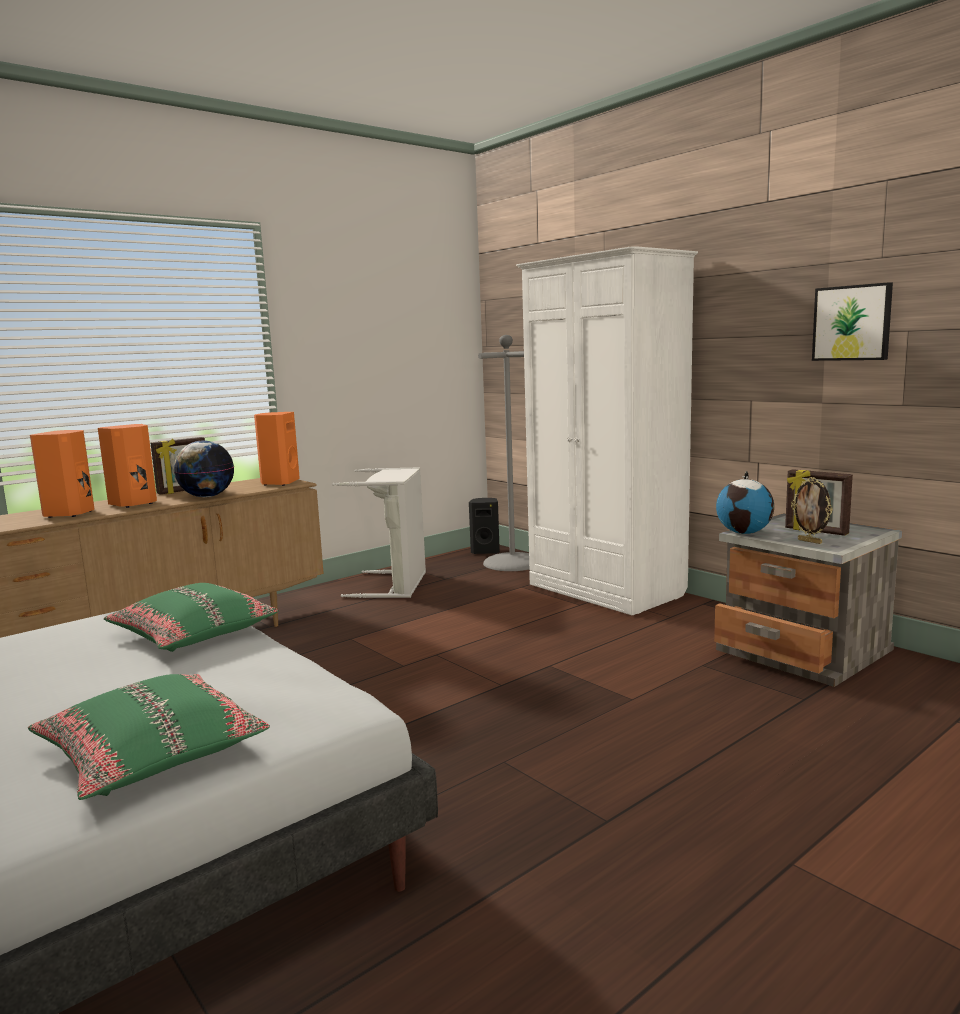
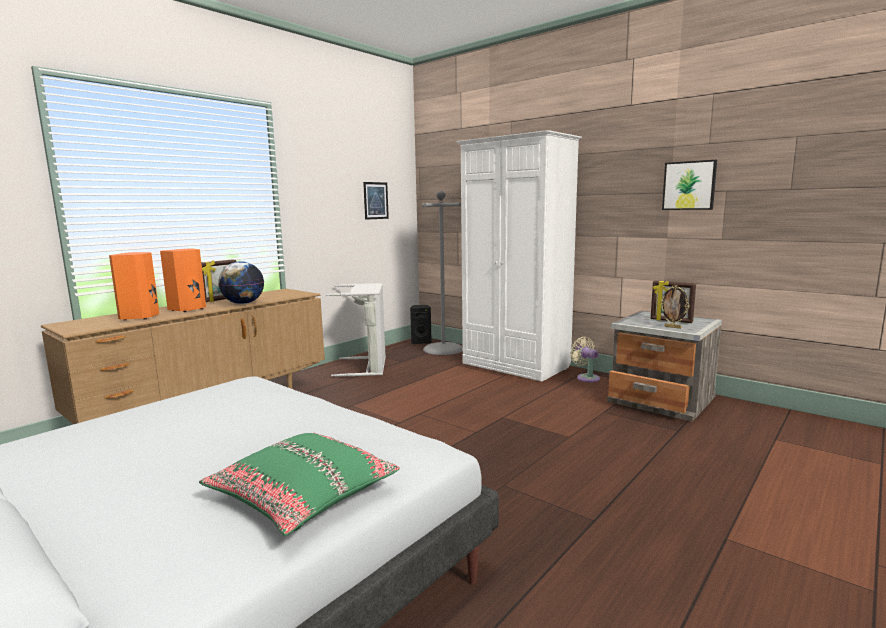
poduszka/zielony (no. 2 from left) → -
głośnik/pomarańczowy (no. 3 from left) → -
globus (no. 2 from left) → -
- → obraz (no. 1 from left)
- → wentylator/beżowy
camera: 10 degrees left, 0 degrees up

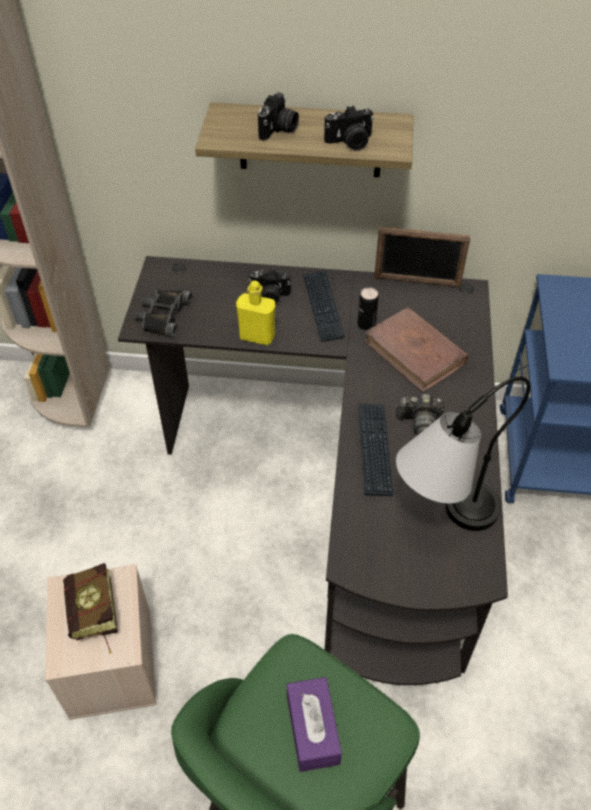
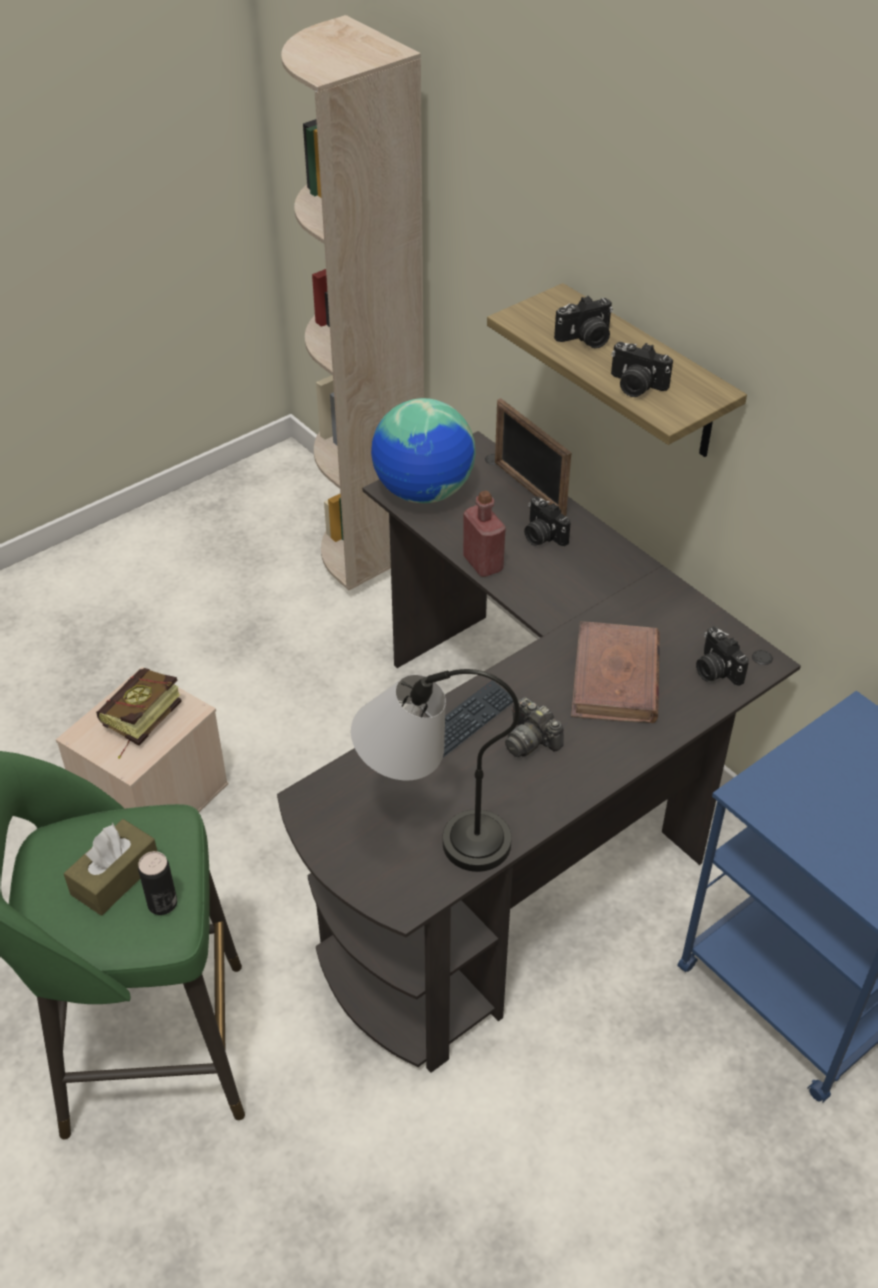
lornetka/czarny → globus
butelka/żółty → butelka/czerwony
pudełko chusteczek/fioletowy → pudełko chusteczek/brązowy
klawiatura (no. 1 from left) → -
puszka, shifted
ramka na zdjęcie, shifted
- → aparat fotograficzny (no. 5 from left)
camera: 45 degrees right, 5 degrees down

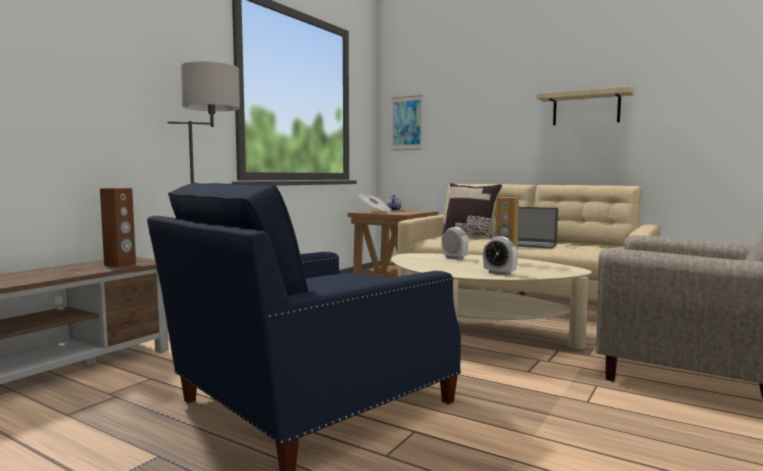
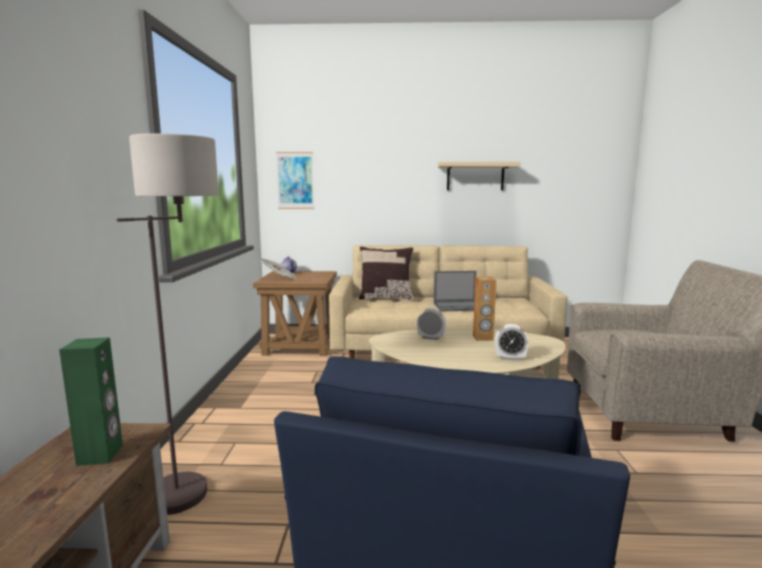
głośnik/brązowy (no. 1 from left) → głośnik/zielony
camera: 30 degrees left, 5 degrees up

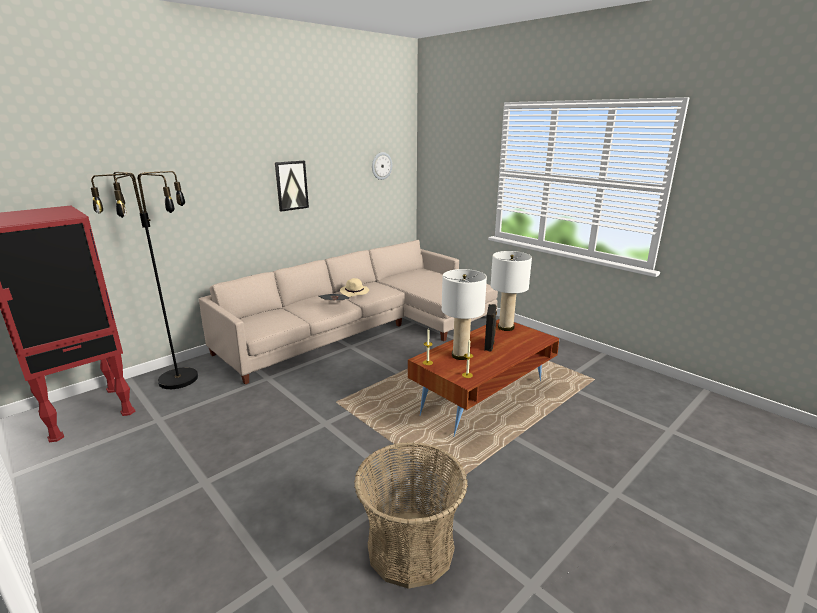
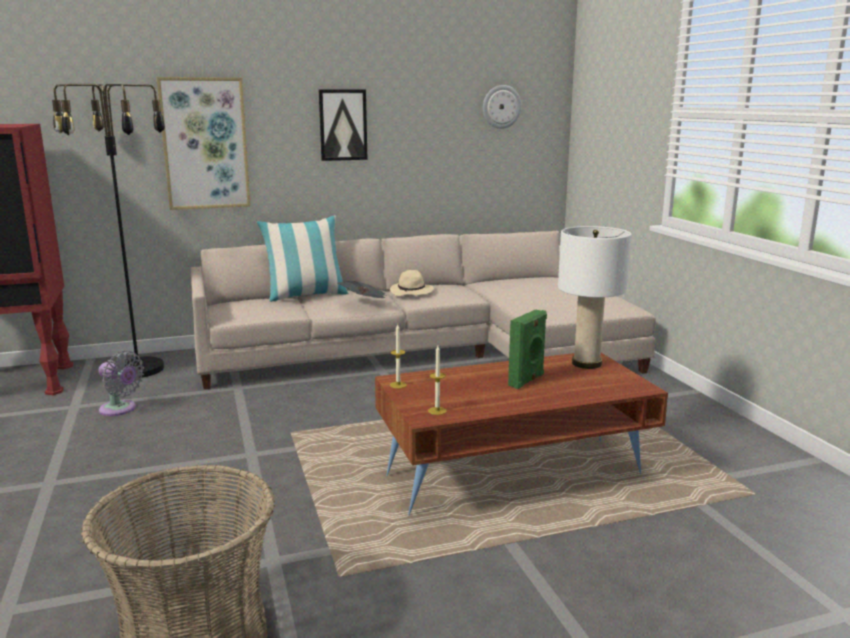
lampa stołowa/biały (no. 1 from left) → -
głośnik/czarny → głośnik/zielony
- → wentylator/szary
- → obraz (no. 1 from left)
- → poduszka
camera: 25 degrees right, 5 degrees down

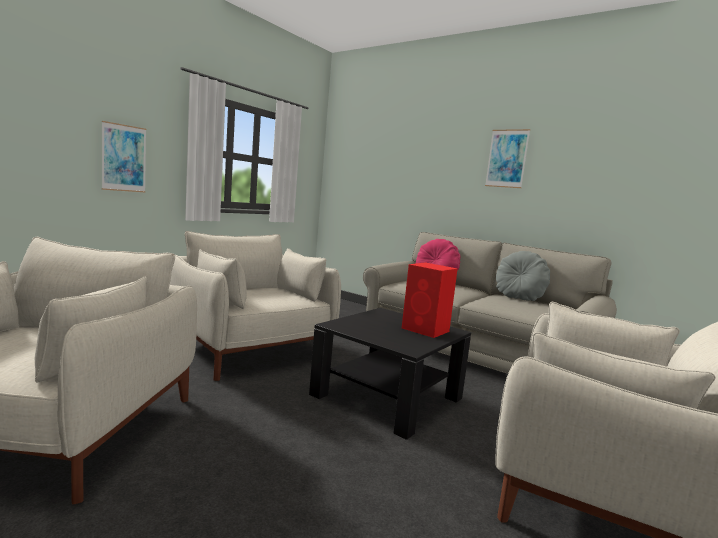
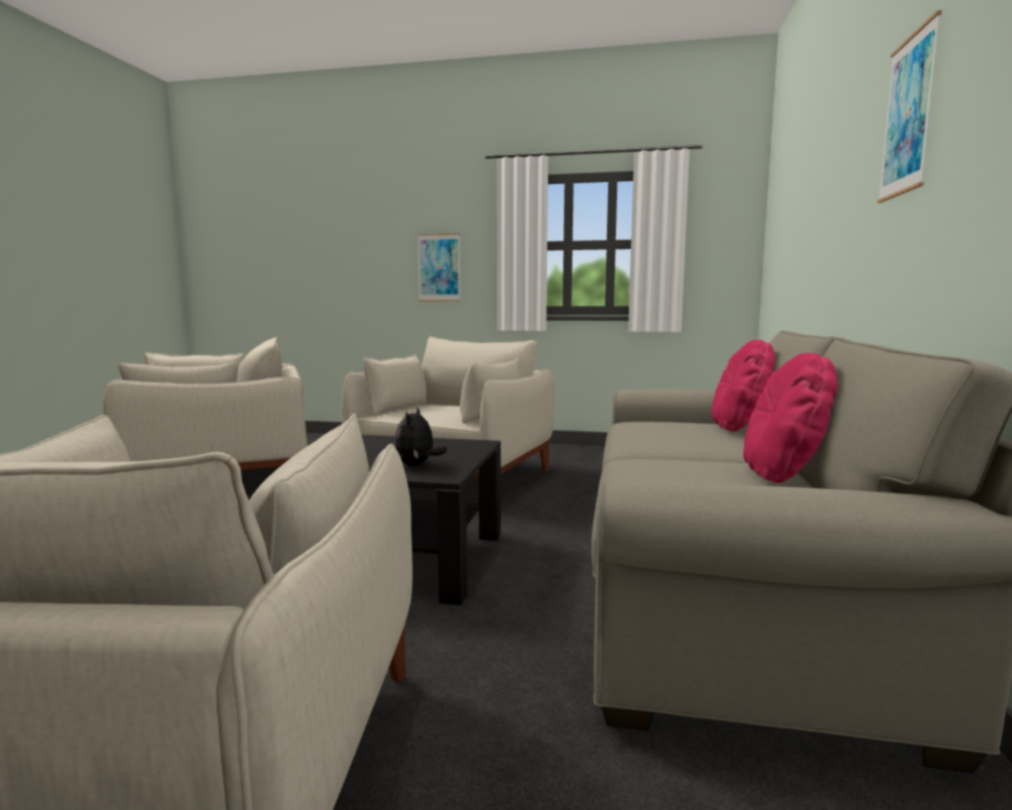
głośnik/czerwony → pluszak
poduszka/szary → poduszka/różowy (no. 2 from left)
camera: 65 degrees right, 0 degrees up

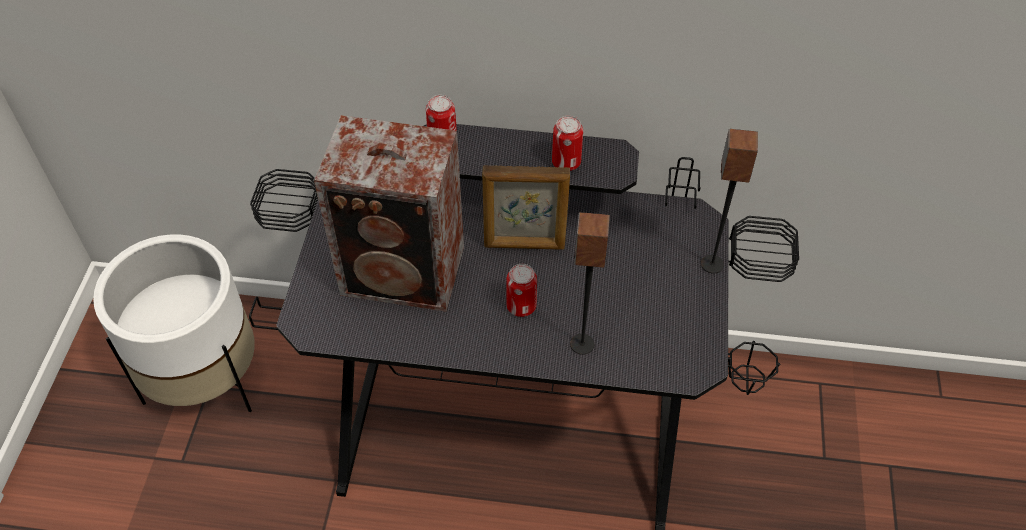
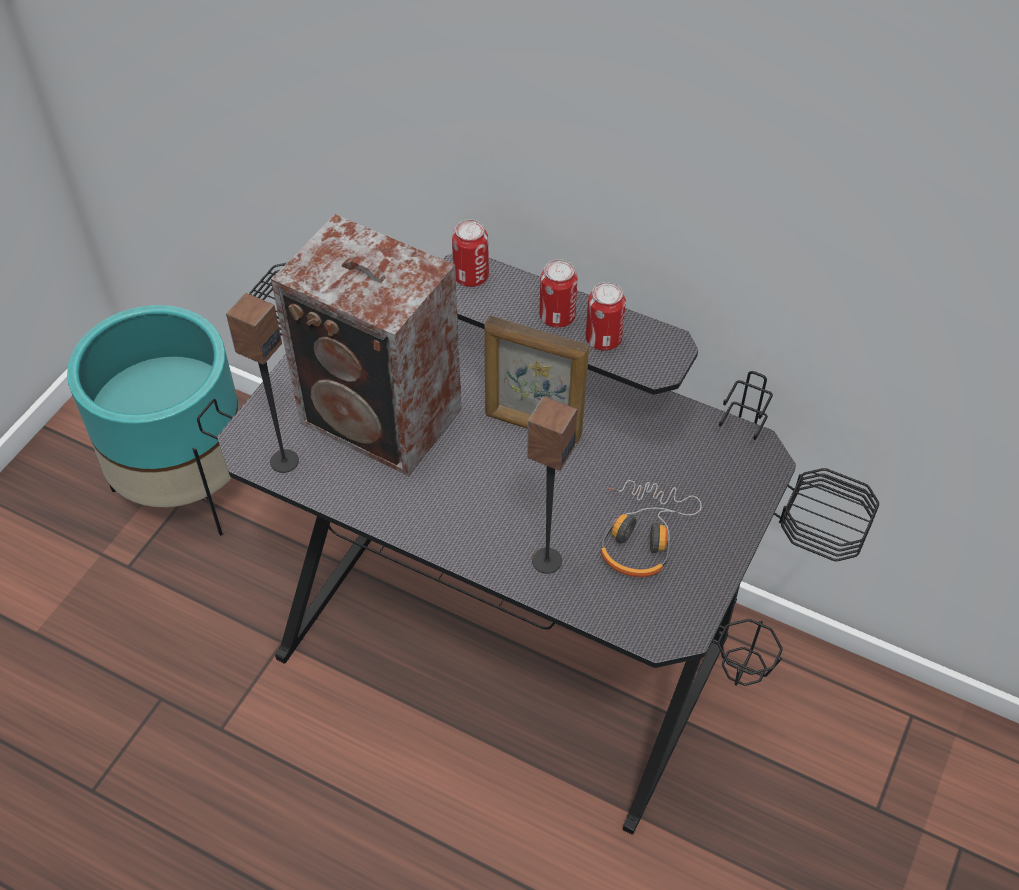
donica/biały → donica/turkusowy
puszka (no. 2 from left), shifted
głośnik (no. 3 from left in the first image) → głośnik (no. 1 from left), shifted
- → słuchawki
camera: 20 degrees right, 0 degrees up

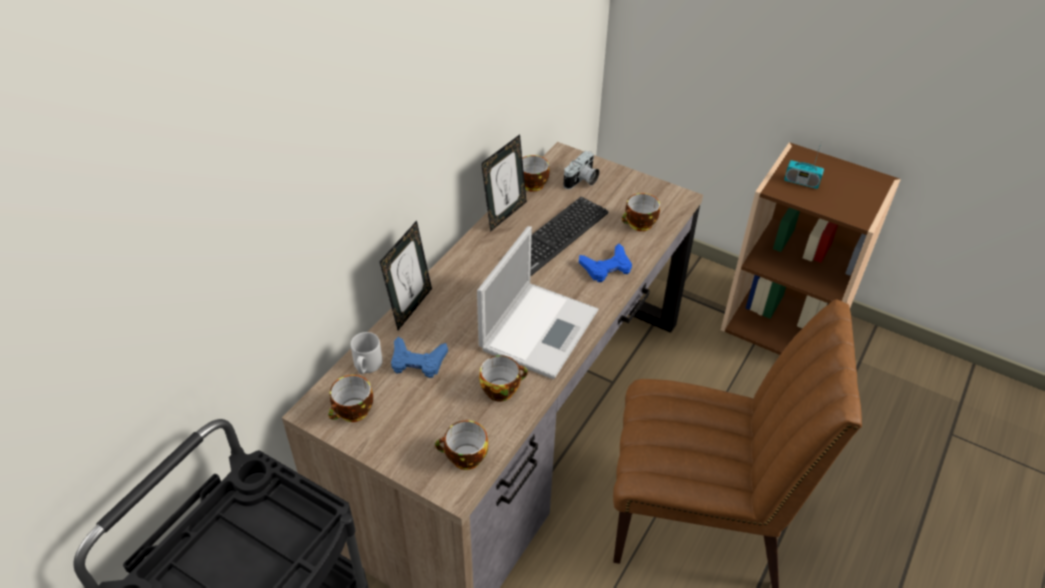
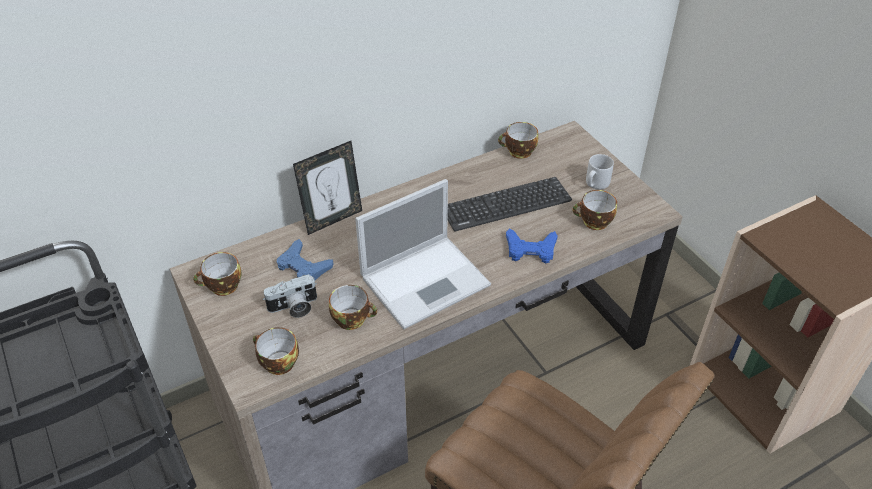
kubek/szary, shifted
ramka na zdjęcie (no. 2 from left) → -
aparat fotograficzny, shifted
radio → -
camera: 30 degrees right, 0 degrees up

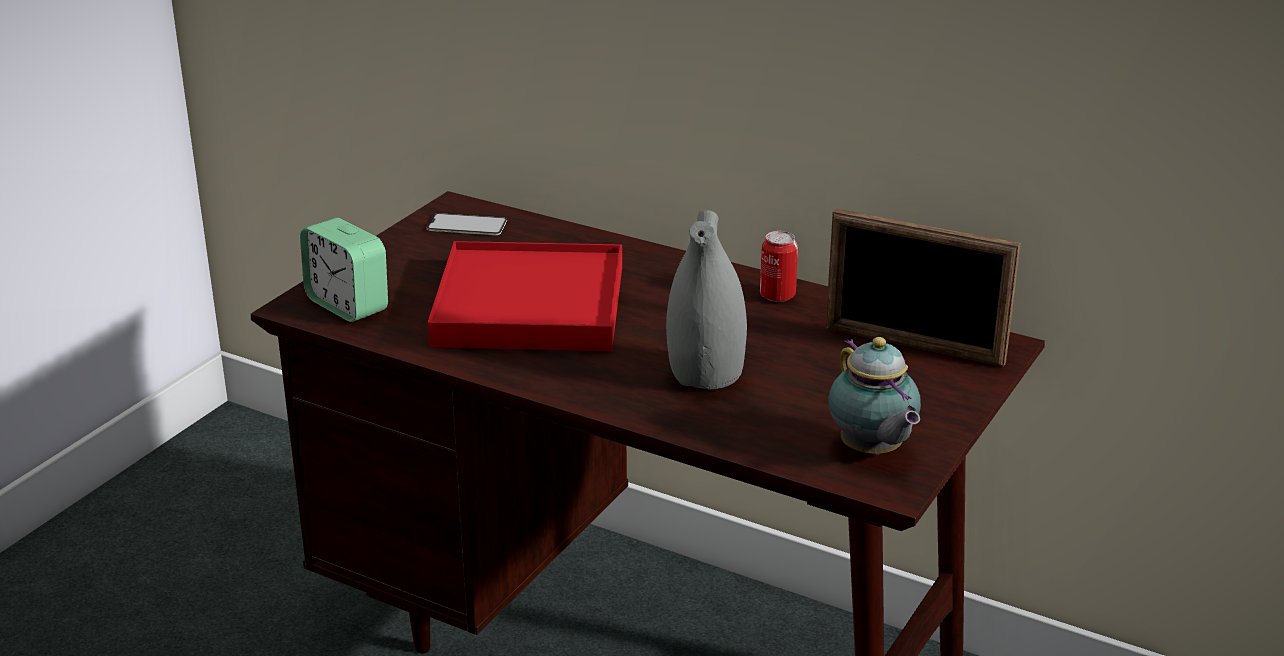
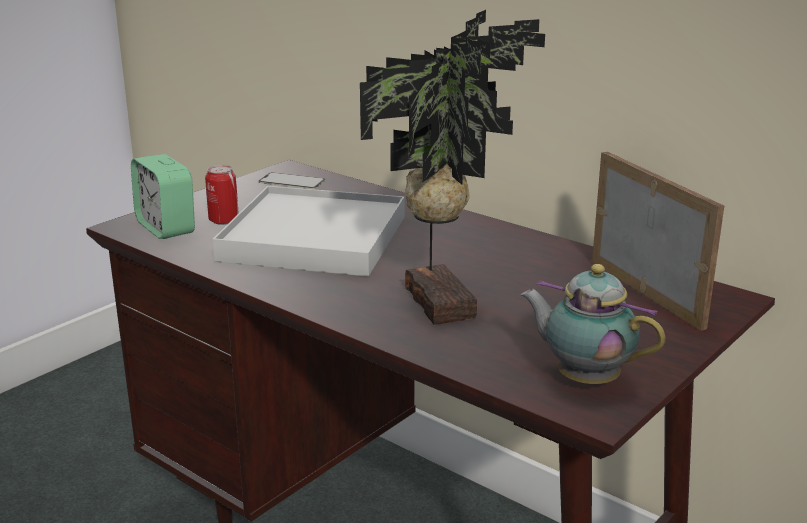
taca/czerwony → taca/biały
wazon/szary → roślina doniczkowa
puszka, shifted
ramka na zdjęcie, 150 degrees counterclockwise
imbryk, 135 degrees clockwise
camera: 10 degrees right, 5 degrees down

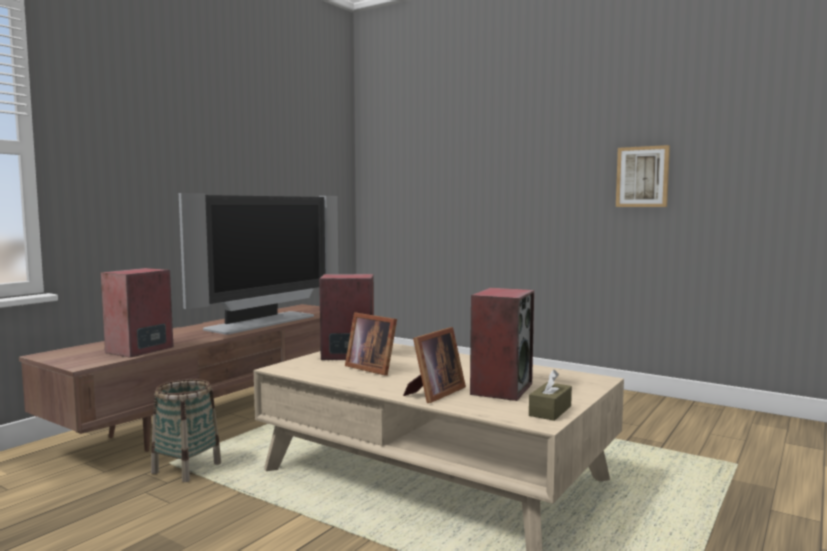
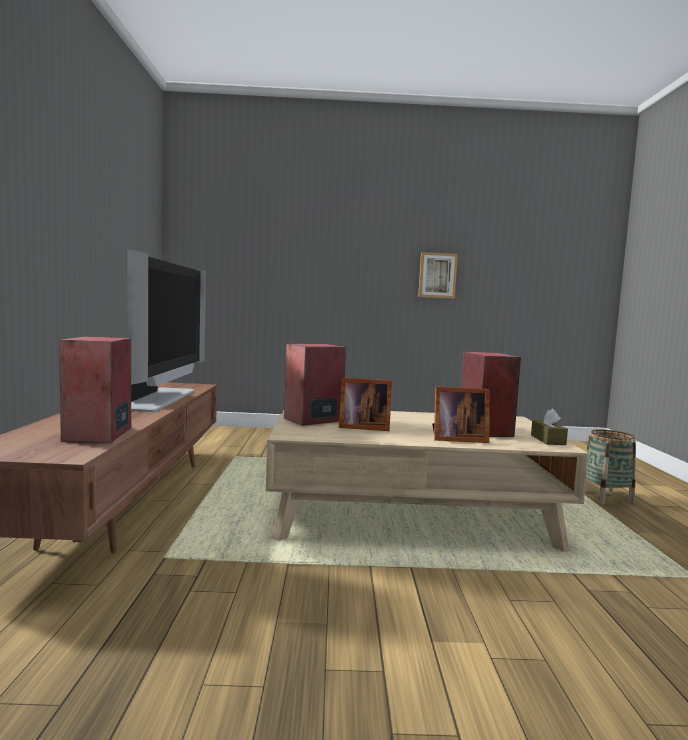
koszyk, shifted
ramka na zdjęcie (no. 2 from left), 90 degrees clockwise
camera: 35 degrees left, 0 degrees up

